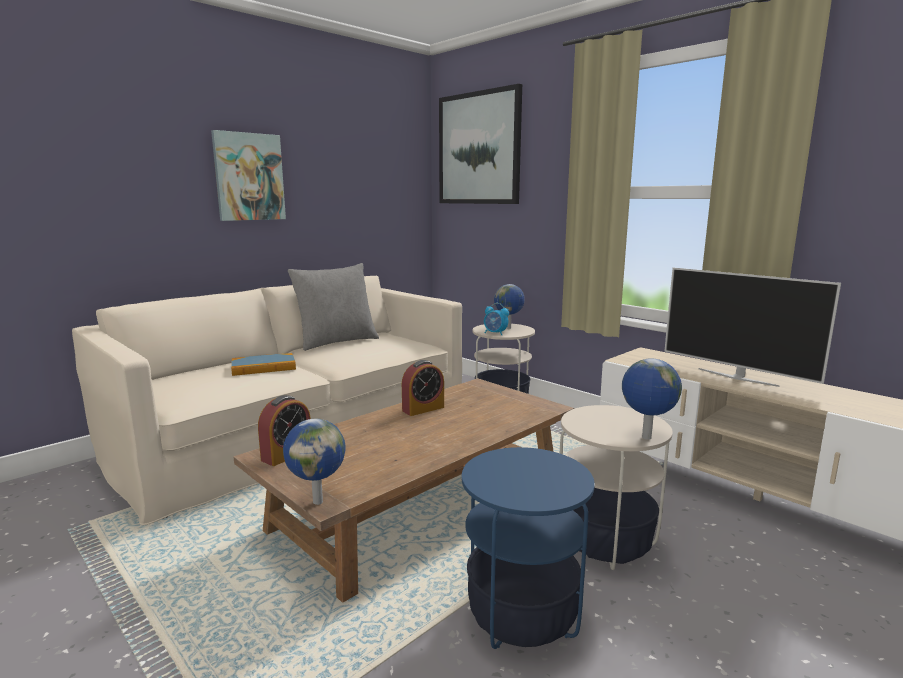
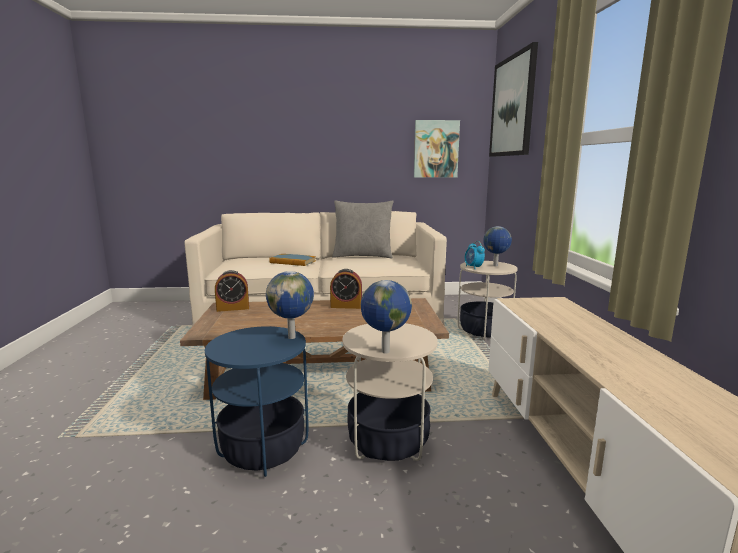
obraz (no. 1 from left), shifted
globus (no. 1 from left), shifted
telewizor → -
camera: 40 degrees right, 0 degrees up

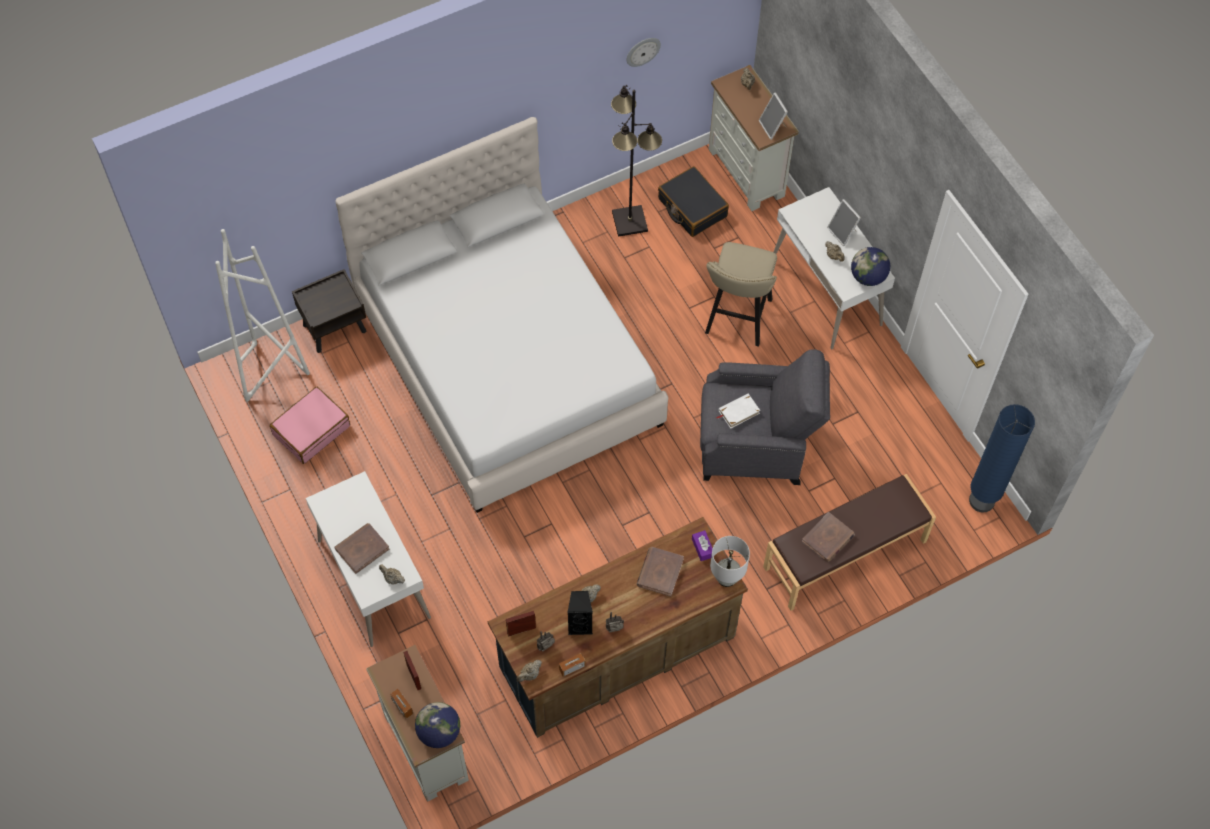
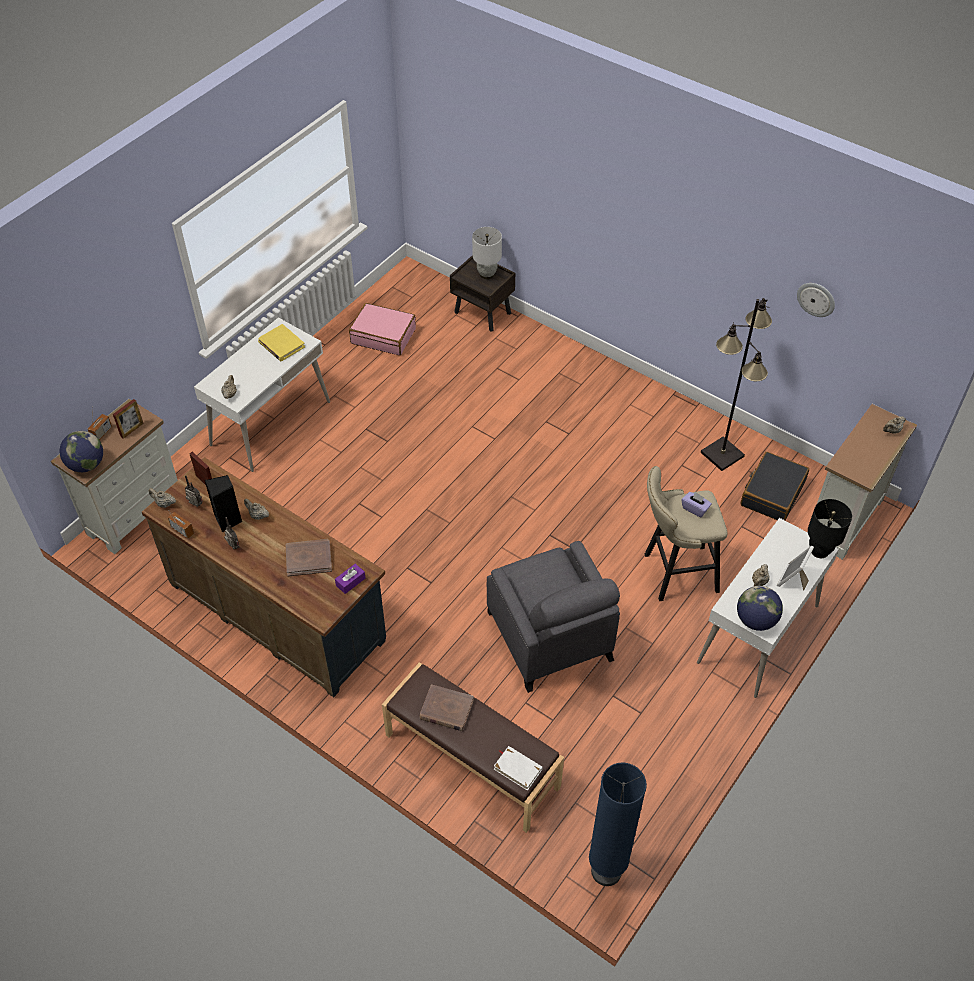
wieszak/biały → -
książka/brązowy (no. 1 from left) → -
łóżko/biały → -
lampa stołowa/biały, shifted
książka/biały, shifted
ramka na zdjęcie (no. 3 from left) → -
- → książka/żółty
- → pudełko chusteczek/fioletowy (no. 2 from left)
- → lampa stołowa/czarny
camera: 65 degrees right, 10 degrees down

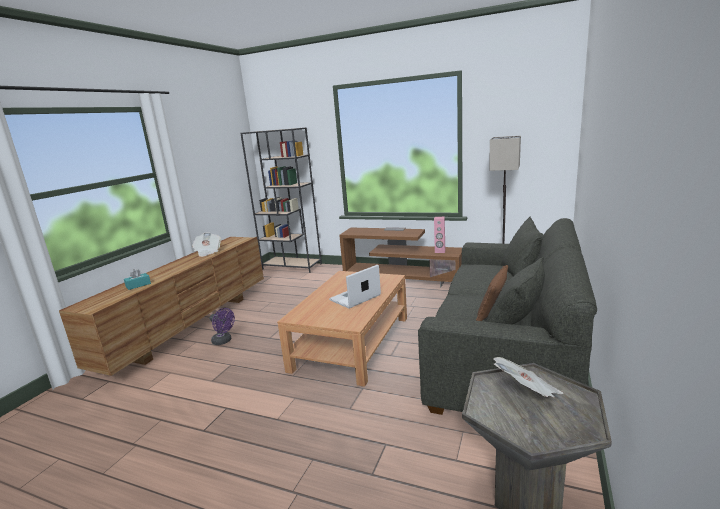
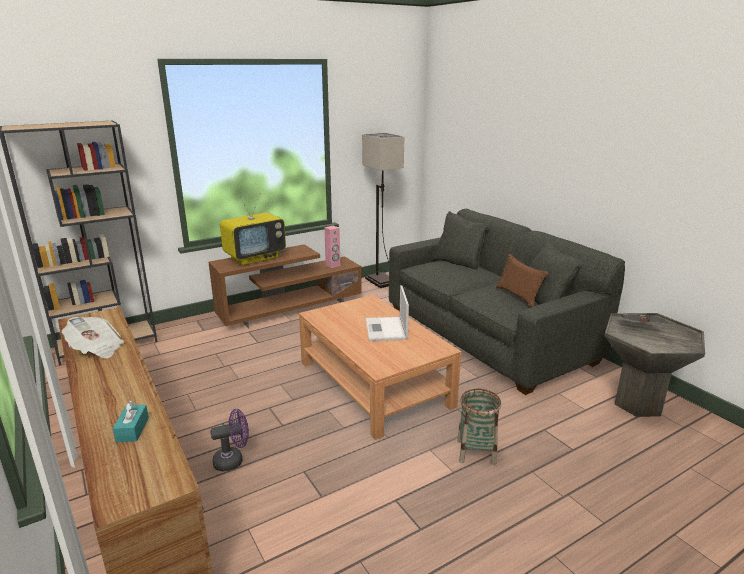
- → telewizor
- → koszyk
camera: 55 degrees left, 5 degrees up

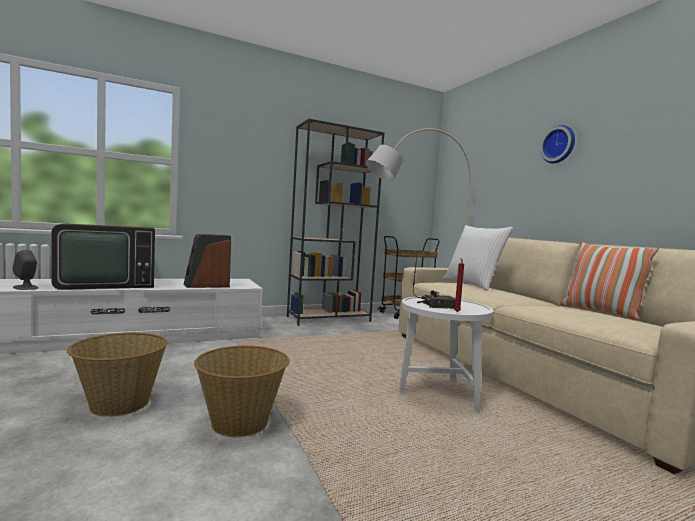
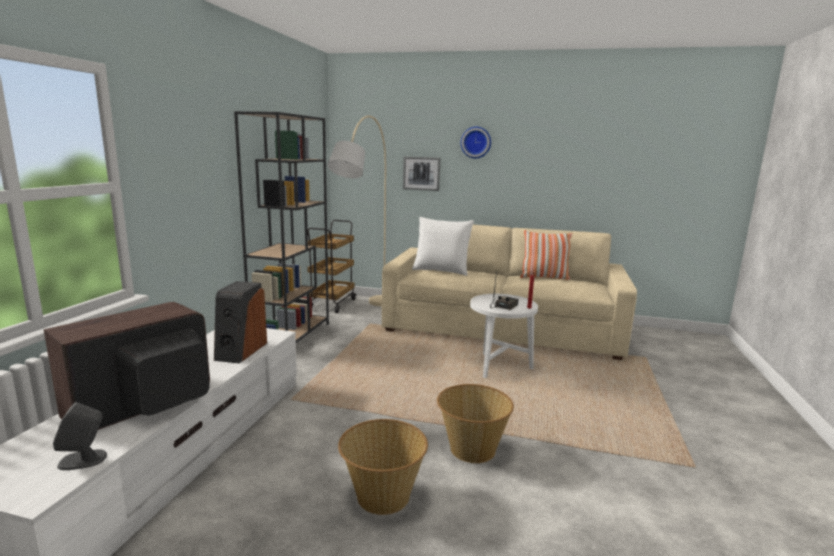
telewizor, 150 degrees counterclockwise
- → obraz
camera: 50 degrees left, 10 degrees up

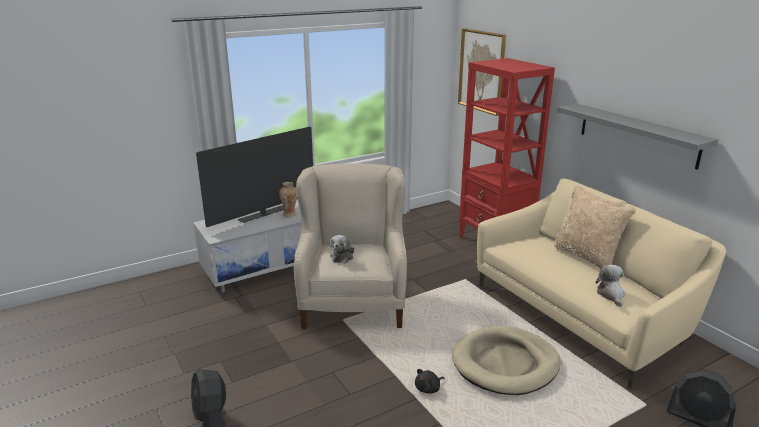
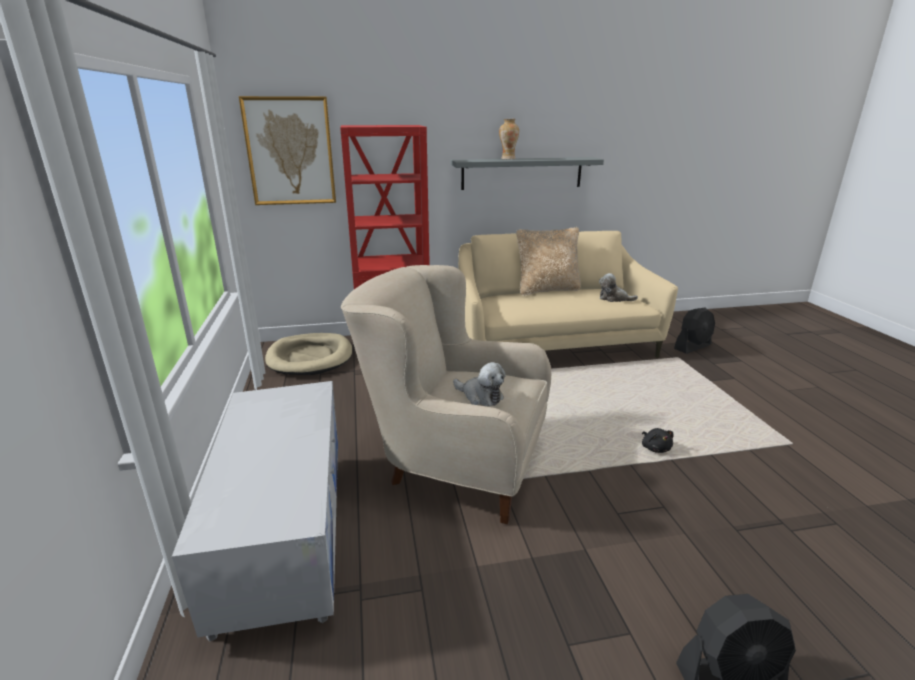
telewizor → -
wazon, shifted
legowisko/beżowy, shifted
camera: 70 degrees left, 0 degrees up

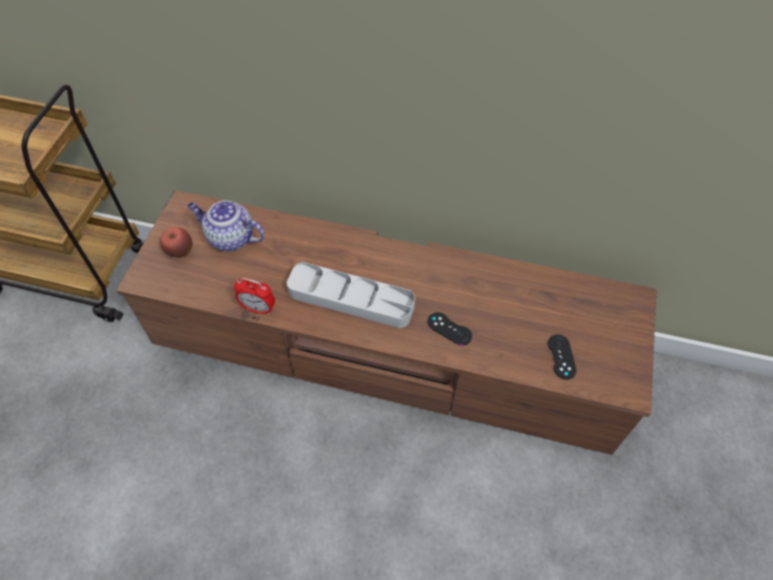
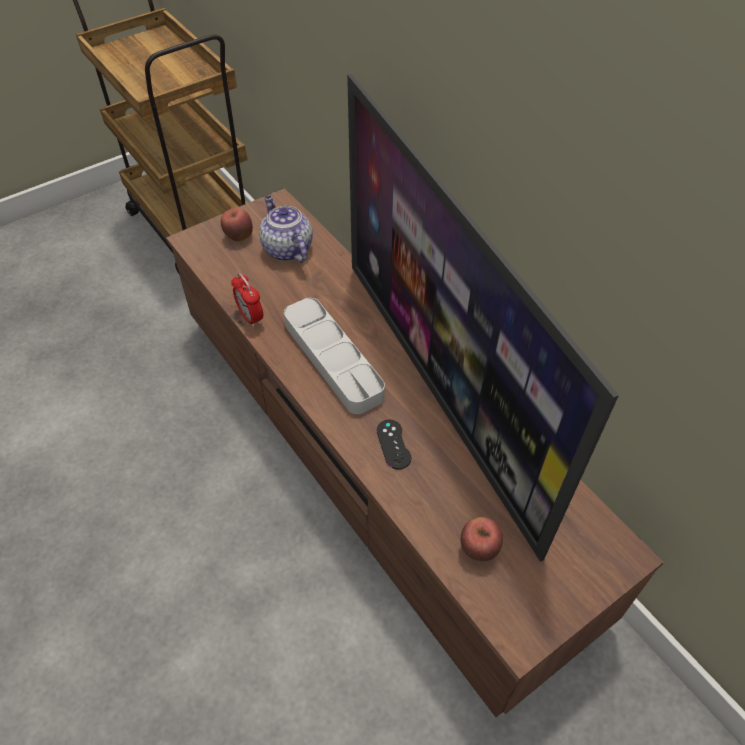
pad do gier/czarny (no. 2 from left) → jabłko (no. 2 from left)
- → telewizor
camera: 40 degrees right, 5 degrees down

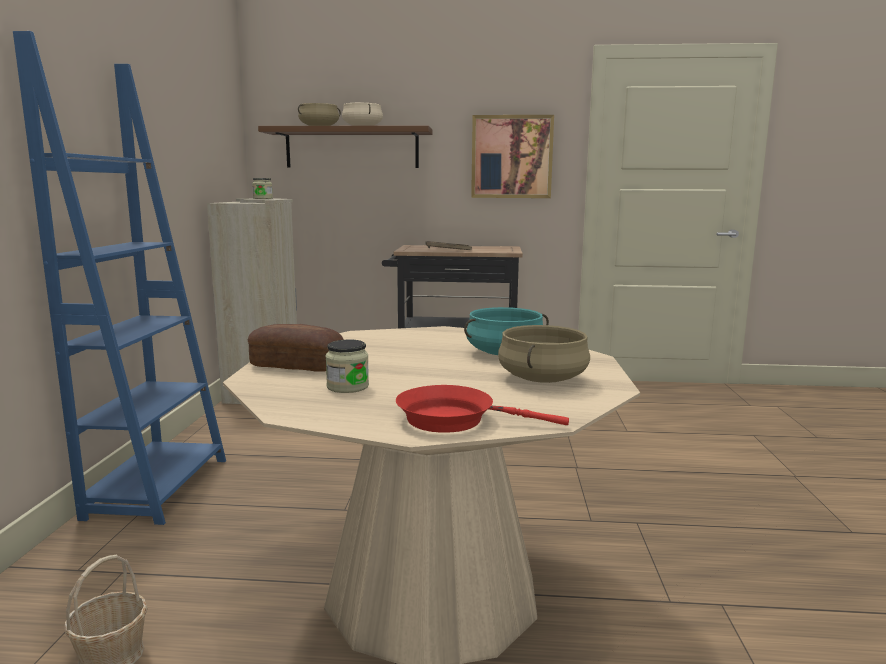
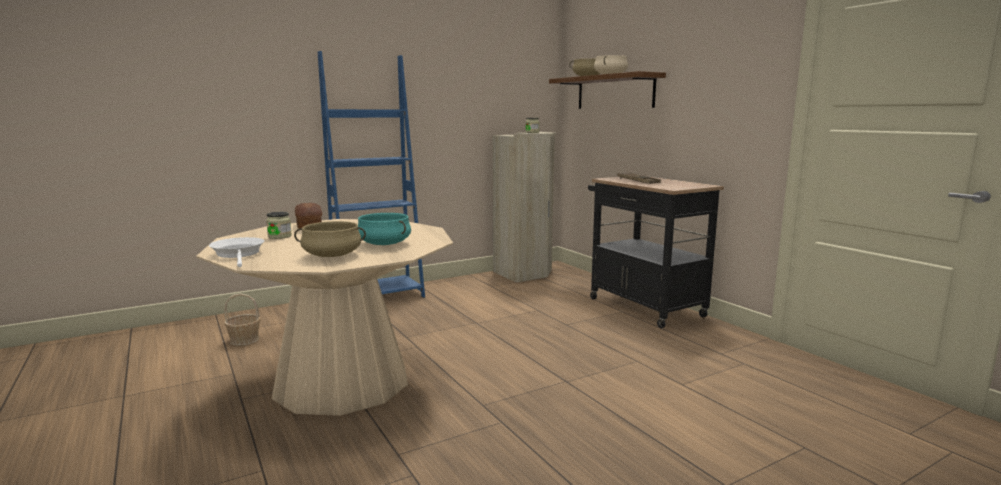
patelnia/czerwony → patelnia/biały
obraz → -
camera: 55 degrees right, 0 degrees up

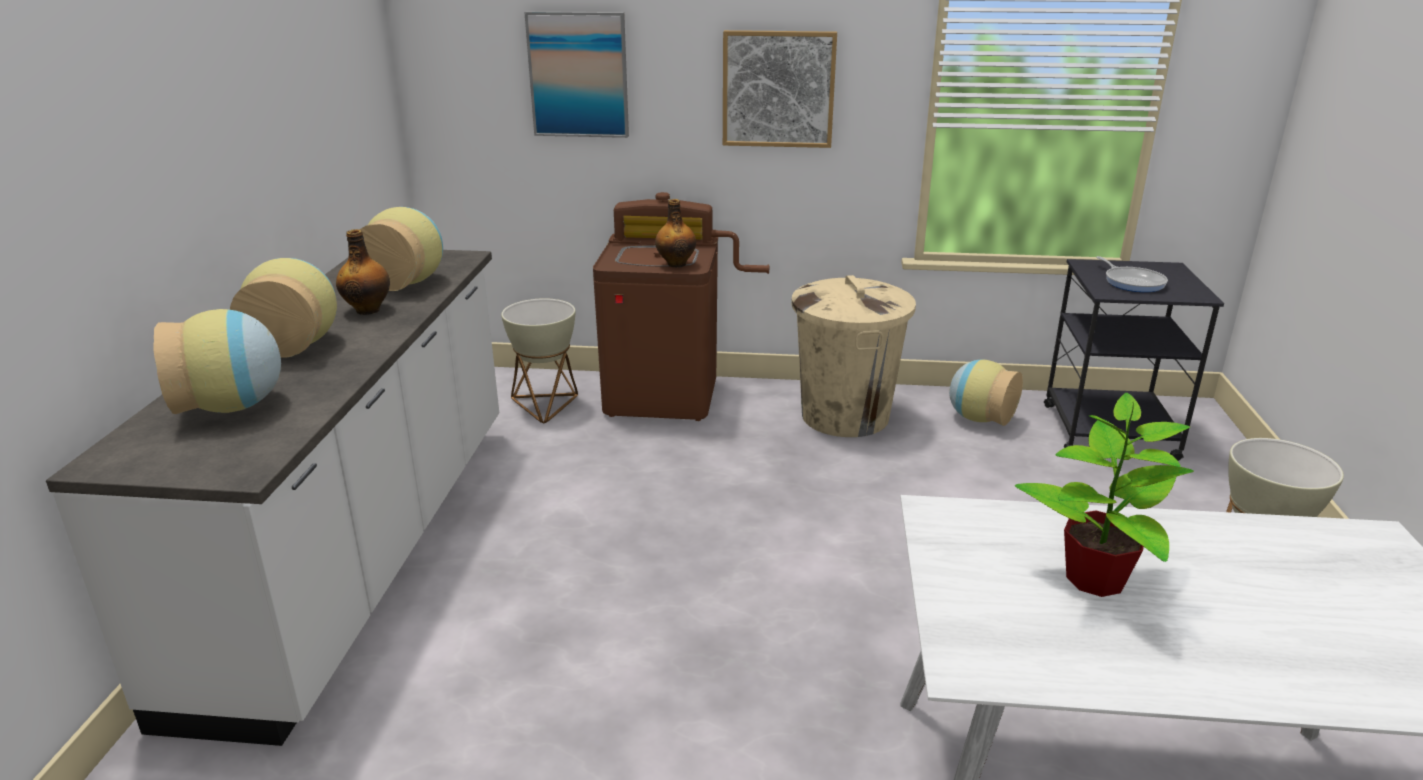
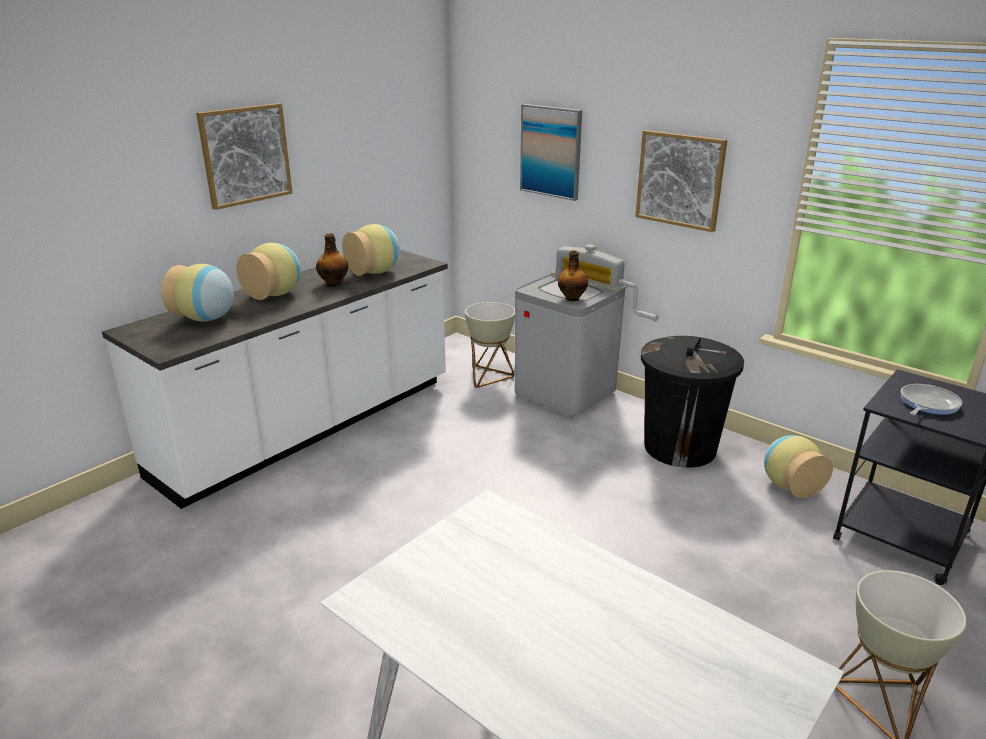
pralka/brązowy → pralka/szary
kosz na śmieci/beżowy → kosz na śmieci/czarny
roślina doniczkowa → -
patelnia, 150 degrees counterclockwise
- → obraz (no. 1 from left)
camera: 35 degrees right, 0 degrees up

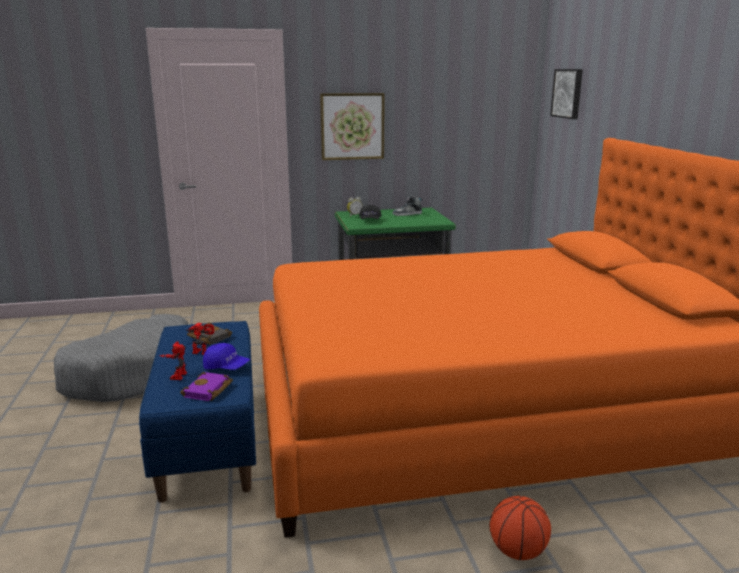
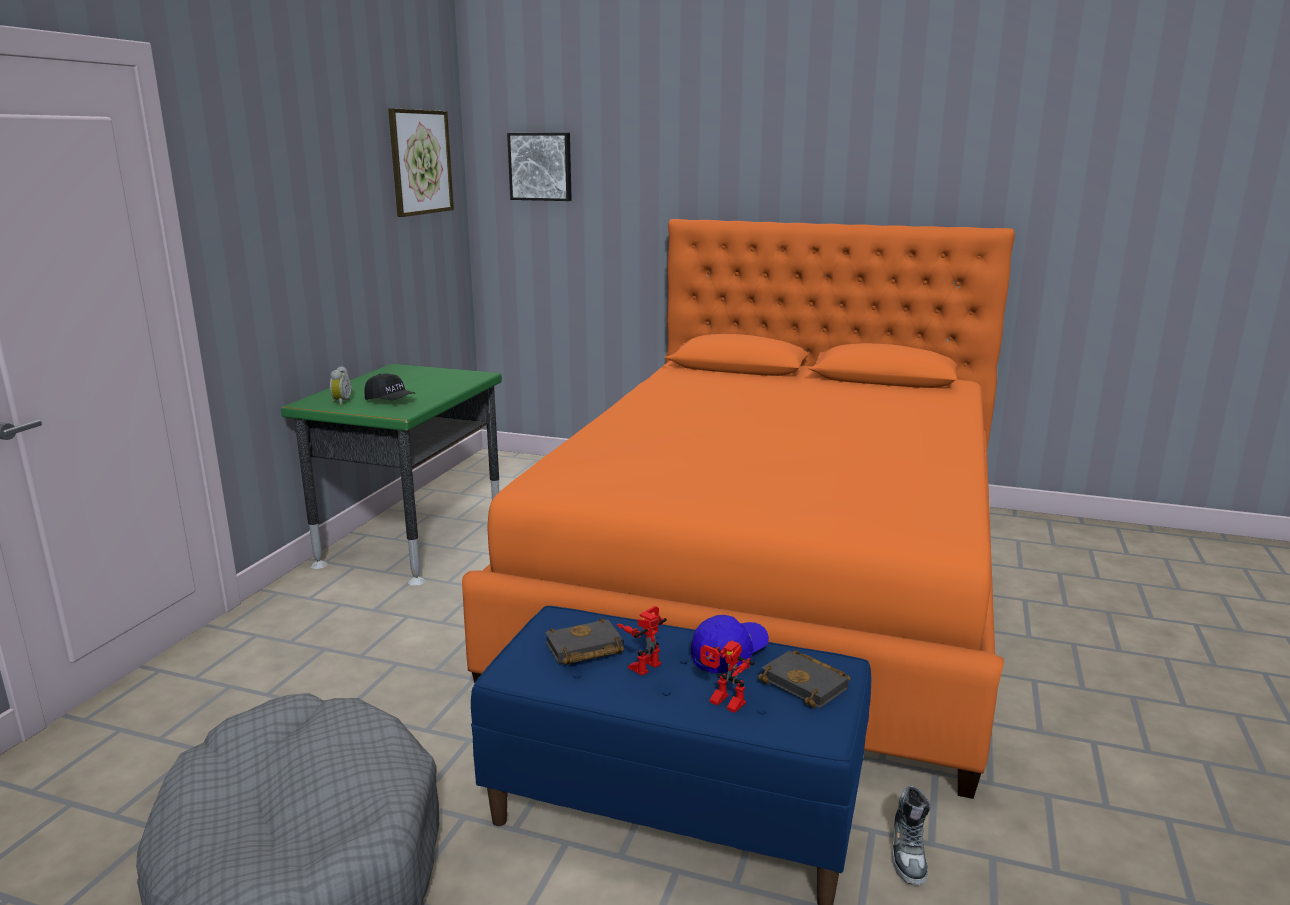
książka/fioletowy → książka/czarny (no. 2 from left)
obraz (no. 1 from left), shifted
but, shifted
piłka do koszykówki → -
camera: 60 degrees left, 0 degrees up

